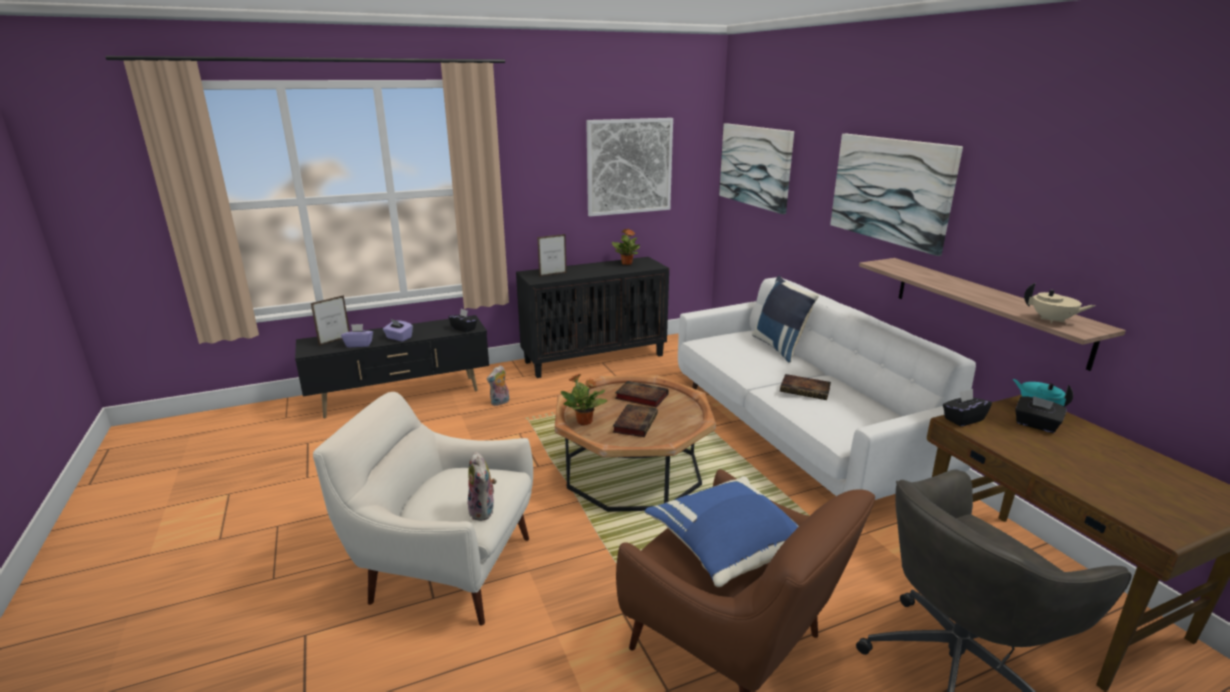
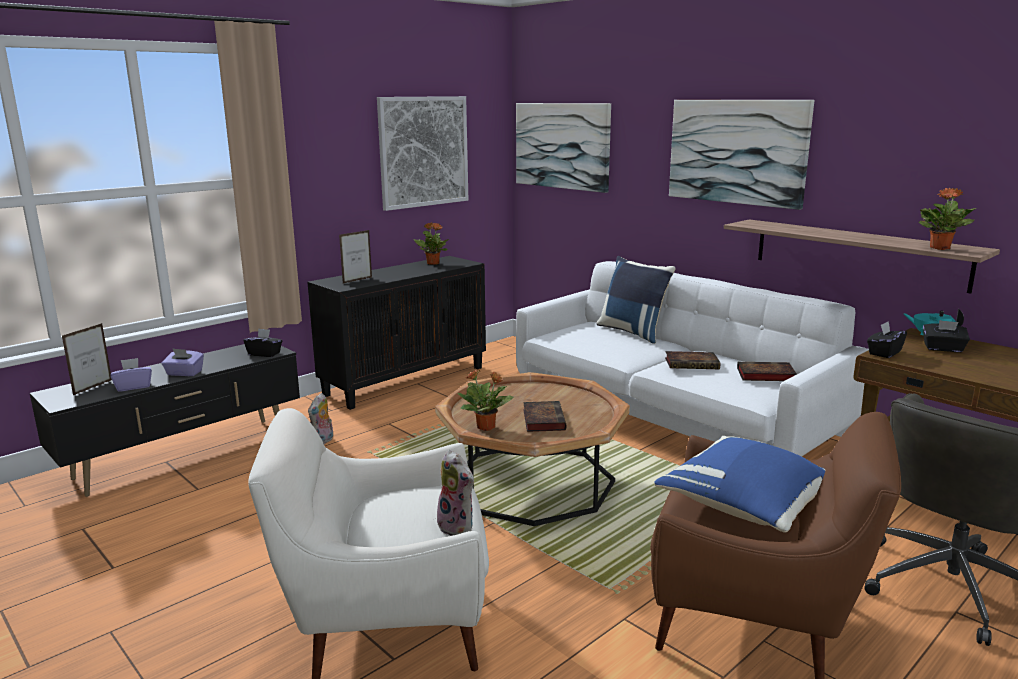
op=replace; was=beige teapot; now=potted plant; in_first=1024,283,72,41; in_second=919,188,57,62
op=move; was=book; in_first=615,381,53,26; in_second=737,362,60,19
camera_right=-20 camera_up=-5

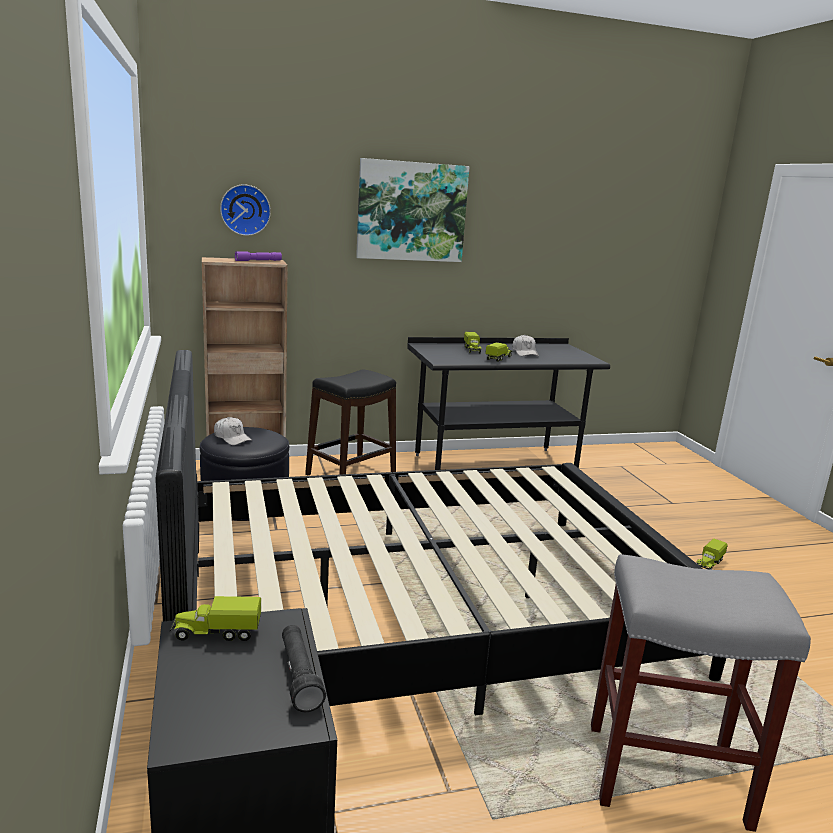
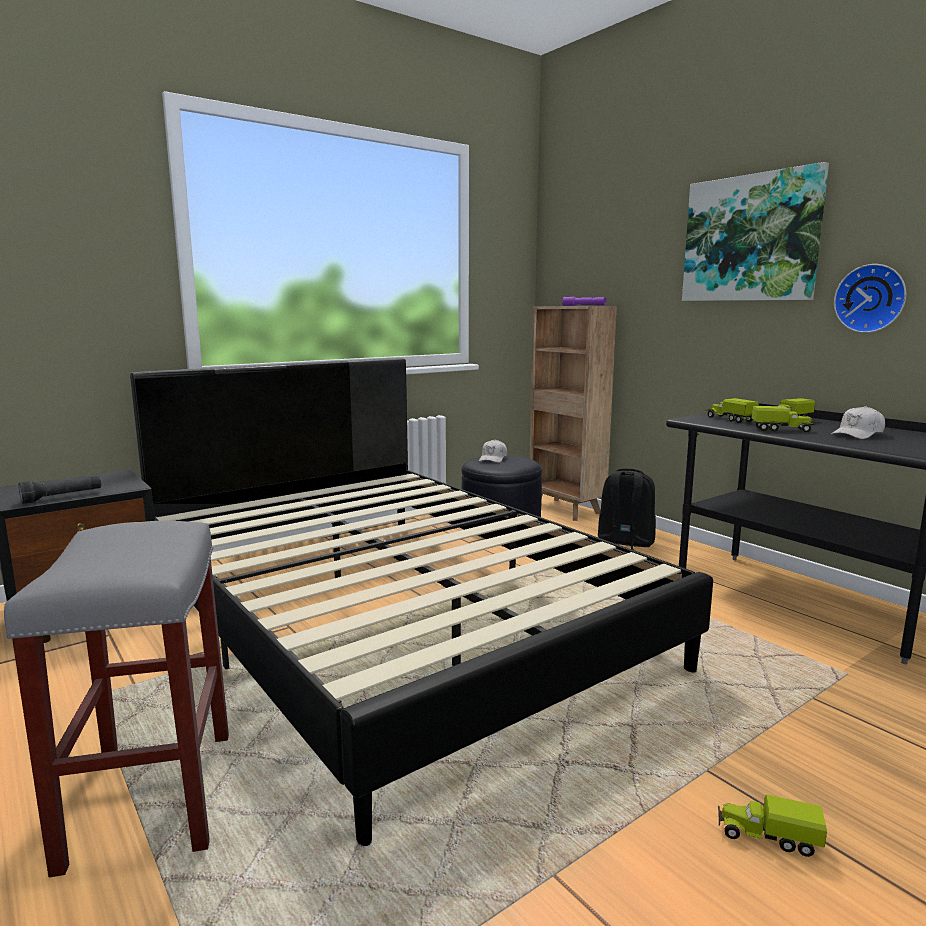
op=move; was=wall clock; in_first=220,184,51,52; in_second=834,264,72,69
op=replace; was=black stool; now=black backpack; in_first=305,369,91,107; in_second=598,468,58,82
op=move; was=toy truck; in_first=170,596,91,45; in_second=706,398,53,25
camera_right=70 camera_up=-5

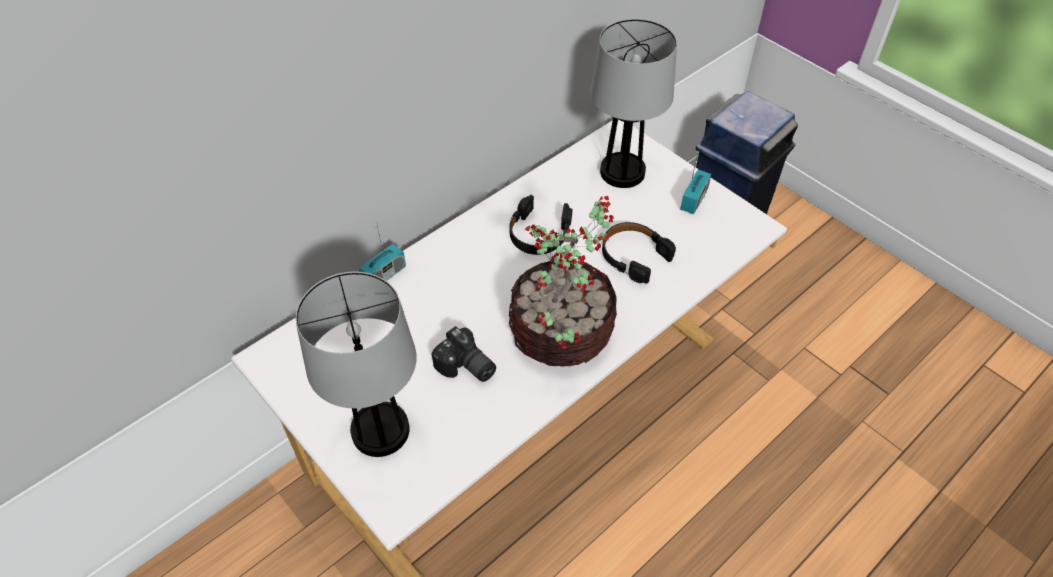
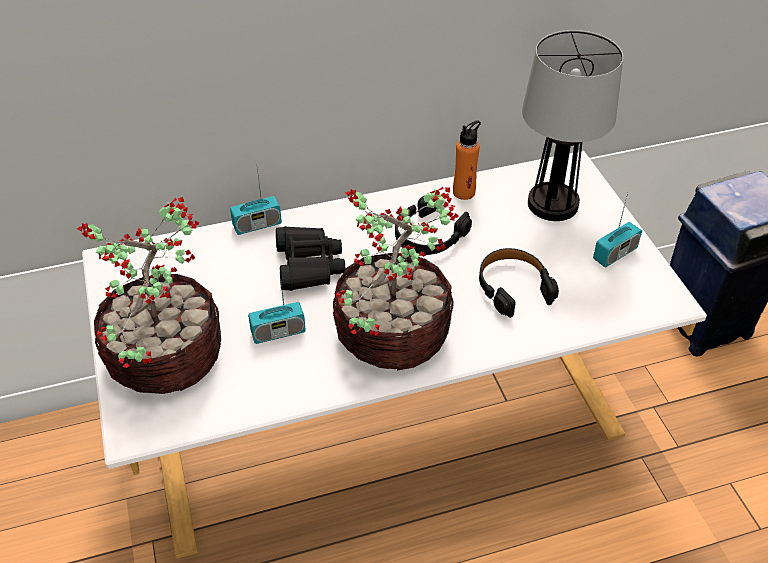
op=replace; was=table lamp; now=potted plant; in_first=296,271,121,186; in_second=77,197,144,197
op=replace; was=photo camera; now=radio; in_first=432,326,64,56; in_second=248,268,58,76
op=insert; now=orange bottle; in_second=453,120,28,80
op=insert; now=black binoculars; in_second=276,226,69,65
camera_right=25 camera_up=-5

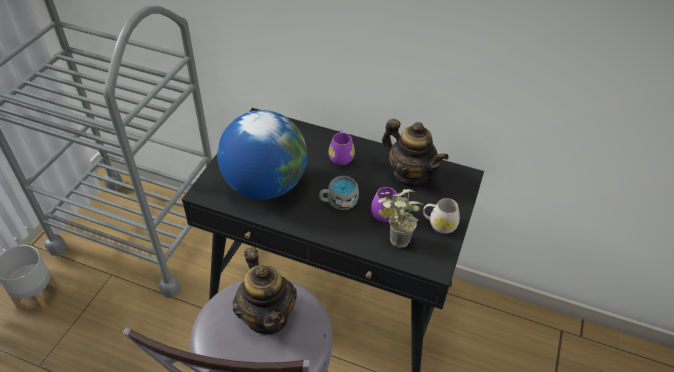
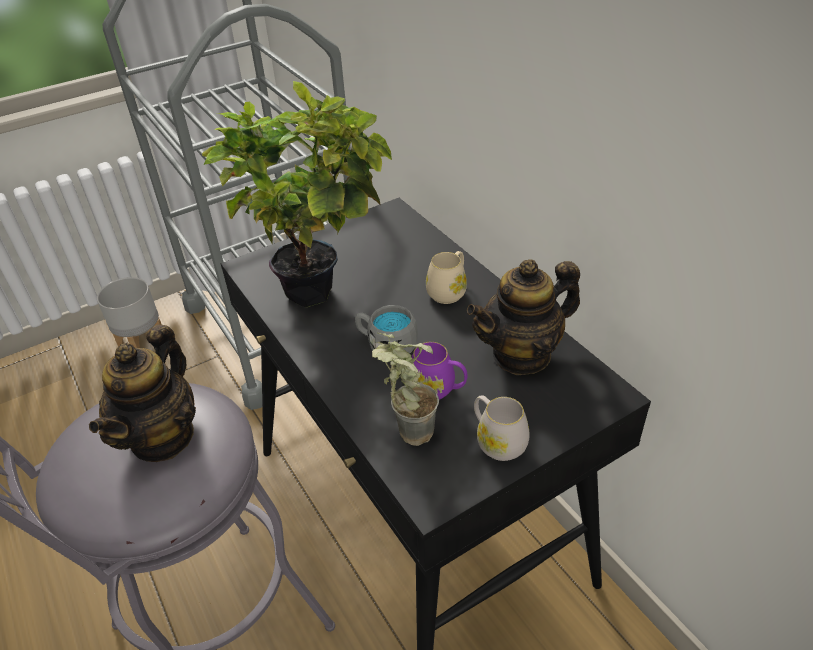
op=replace; was=globe; now=potted plant; in_first=217,110,90,90; in_second=202,81,190,226
op=rotate; was=teapot; in_first=382,119,67,67; in_second=467,259,113,116; clockwise=75
op=recolor; was=purple mug; now=beige mug; in_first=329,130,26,35; in_second=426,251,41,53
camera_right=40 camera_up=-5

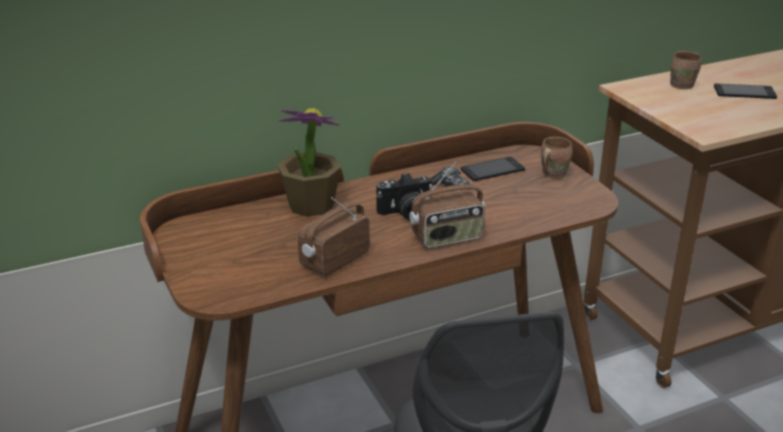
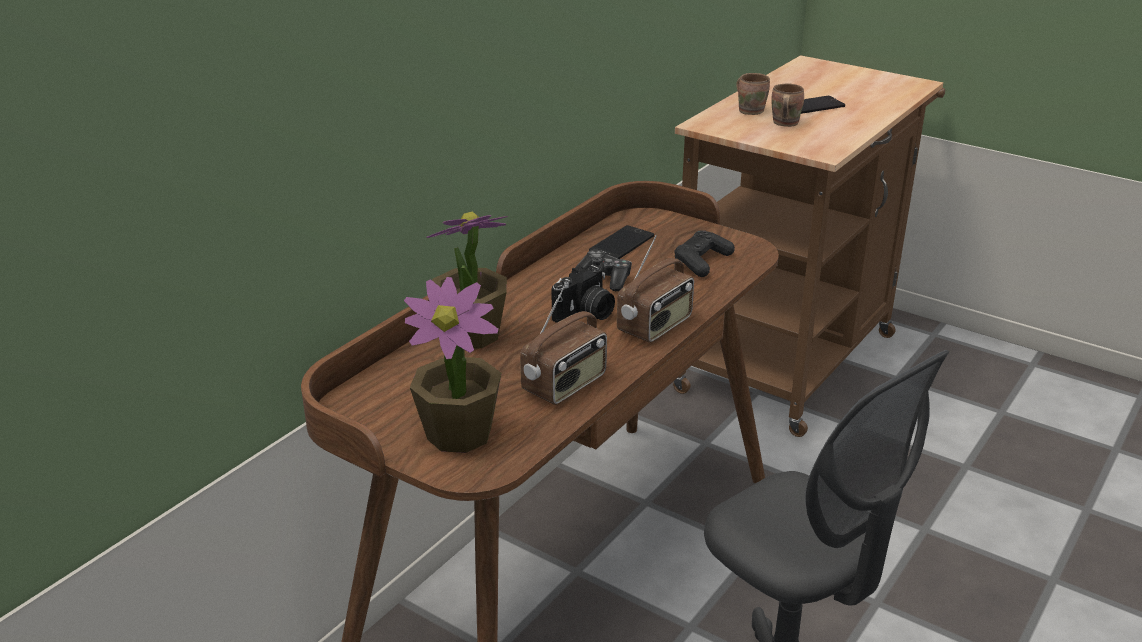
op=move; was=brown mug; in_first=541,137,31,42; in_second=771,84,33,43
op=rotate; was=radio; in_first=298,197,72,79; in_second=520,287,87,118; clockwise=-150
op=insert; now=black game controller; in_second=675,230,60,47
op=insert; now=potted plant; in_second=404,277,98,176
camera_right=-30 camera_up=0

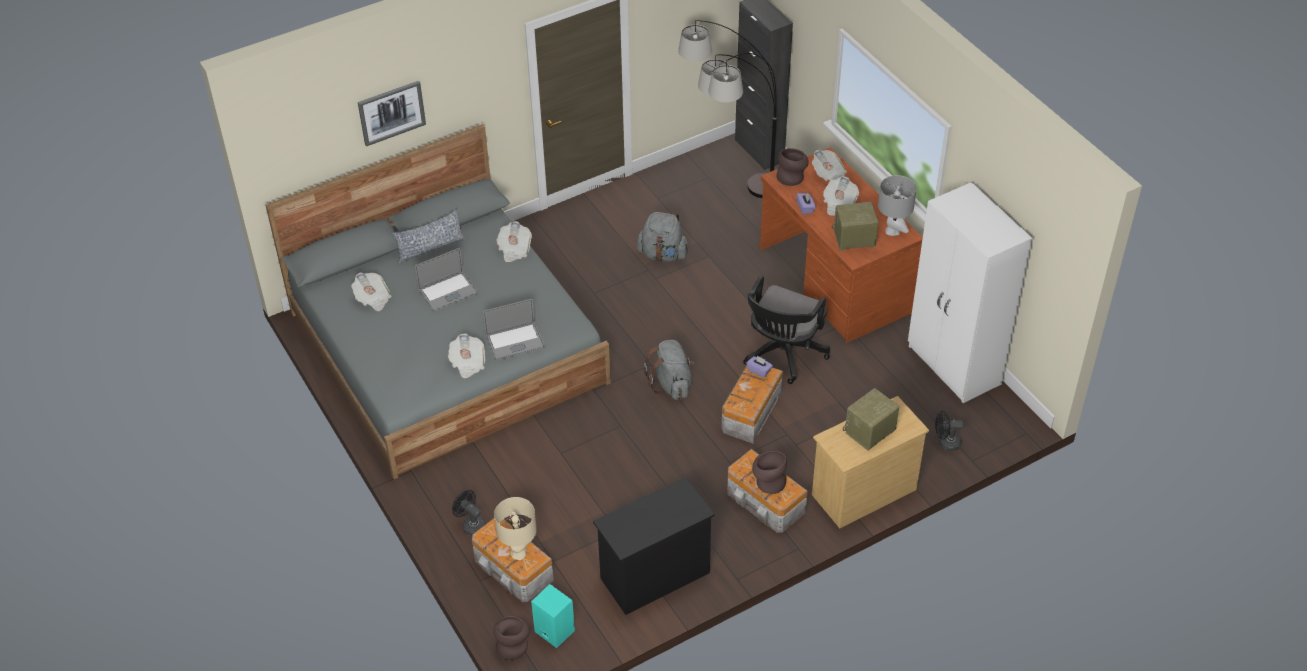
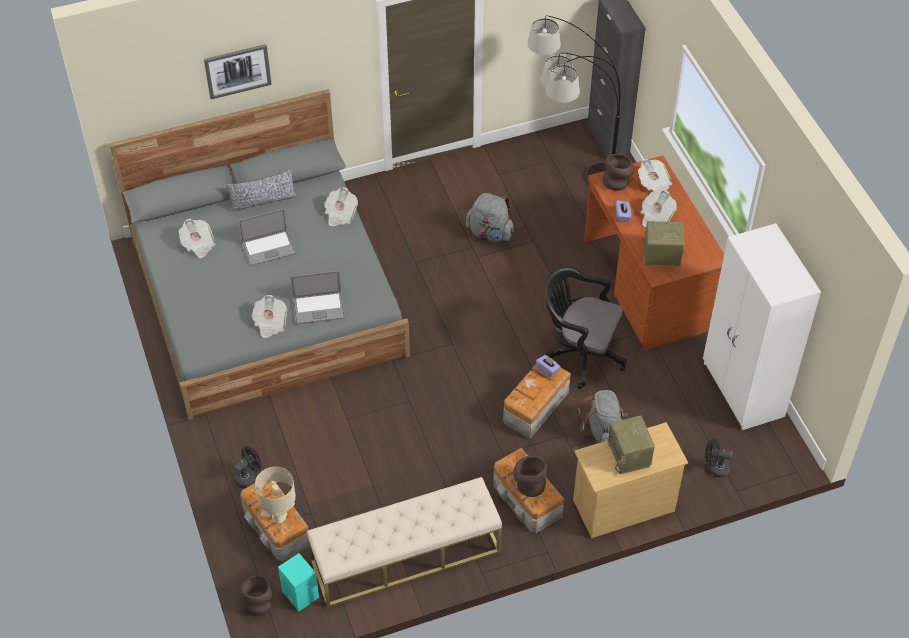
op=delete; was=grey table lamp; in_first=878,175,39,61
op=rotate; was=black office chair; in_first=743,275,87,109; in_second=543,266,84,123; clockwise=75
op=move; was=grey backpack; in_first=644,340,50,60; in_second=578,390,50,53
op=rotate; was=radio; in_first=843,388,56,63; in_second=608,415,47,59; clockwise=-75
op=replace; was=black dresser; now=beige bench; in_first=593,477,122,138; in_second=307,477,195,130
op=rotate; was=black fan; in_first=452,490,34,46; in_second=233,446,28,42; clockwise=90
camera_right=10 camera_up=5

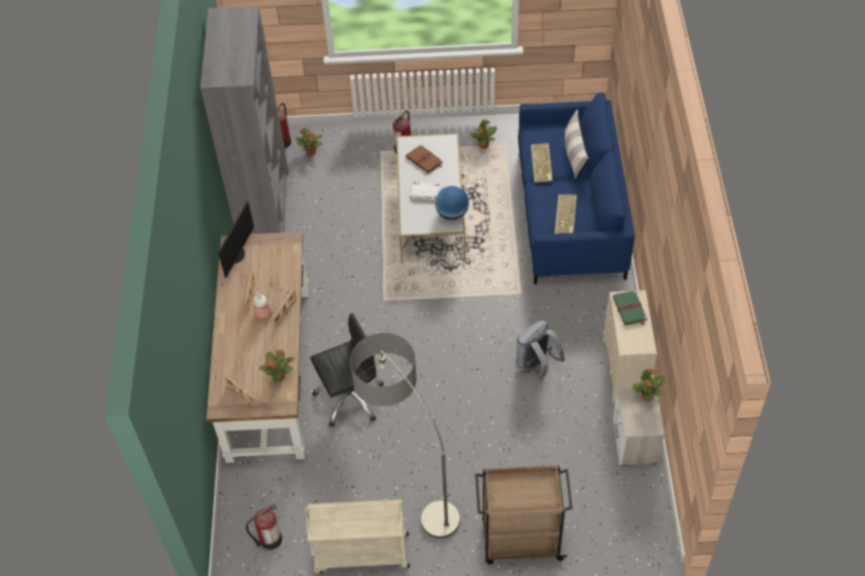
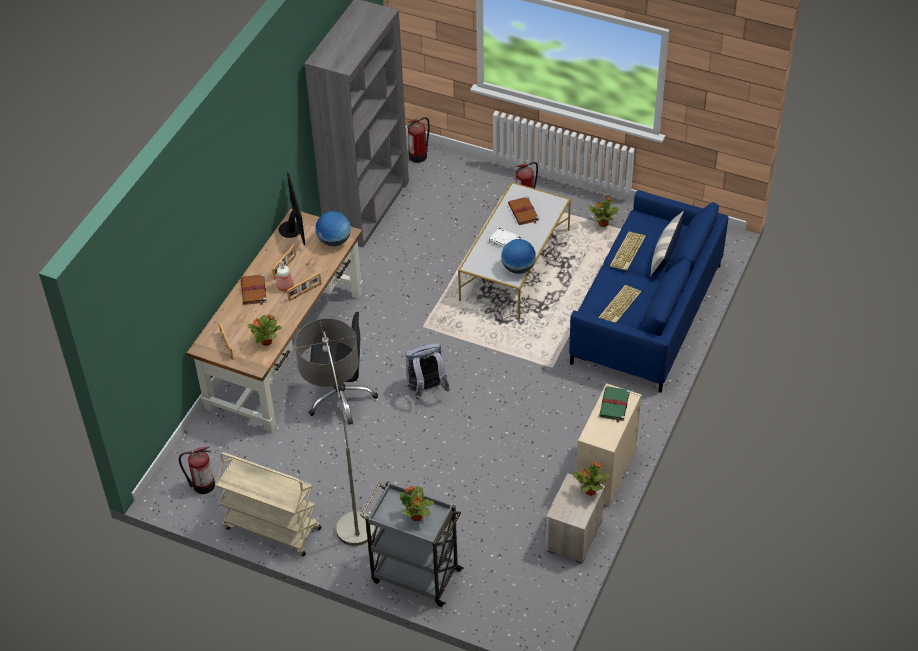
op=move; was=potted plant; in_first=295,128,28,28; in_second=400,486,34,35
op=rotate; was=monitor; in_first=218,201,36,77; in_second=278,173,27,72; clockwise=-60
op=move; was=grey backpack; in_first=516,320,49,60; in_second=405,343,45,57
op=recolor; was=brown cart; now=grey cart; in_first=475,465,97,99; in_second=360,481,104,126
op=insert; now=globe; in_second=315,211,36,36
op=insert; now=brown book; in_second=241,274,26,31
camera_right=25 camera_up=-5

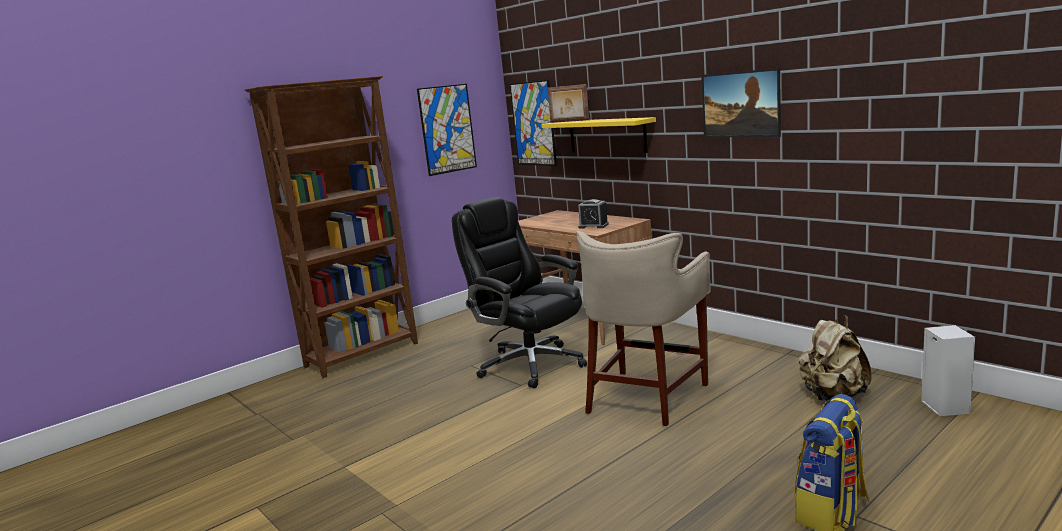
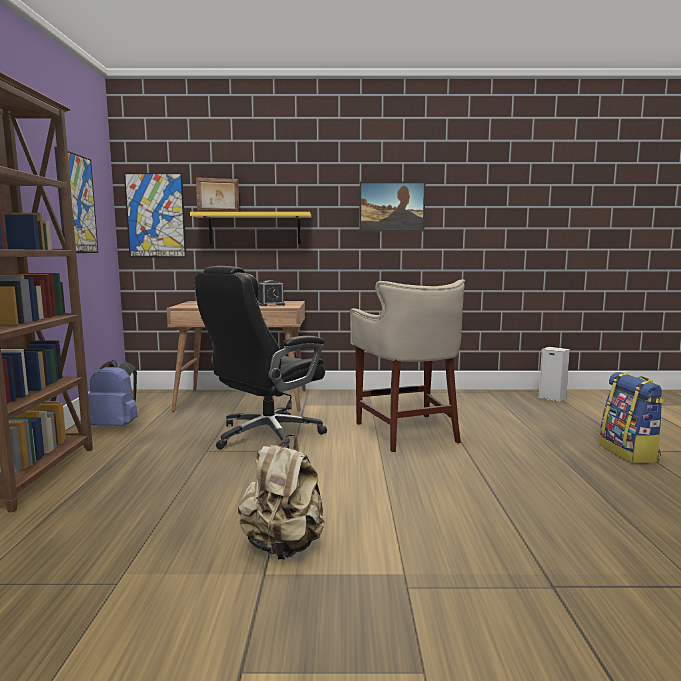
op=rotate; was=black office chair; in_first=452,197,135,191; in_second=195,266,132,183; clockwise=-45
op=move; was=beige backpack; in_first=799,315,73,86; in_second=238,434,87,126
op=insert; now=blue backpack; in_second=88,360,50,66
camera_right=-50 camera_up=-5

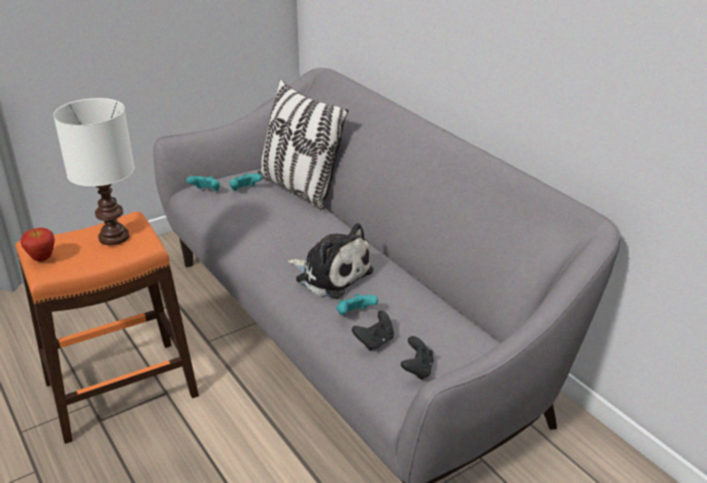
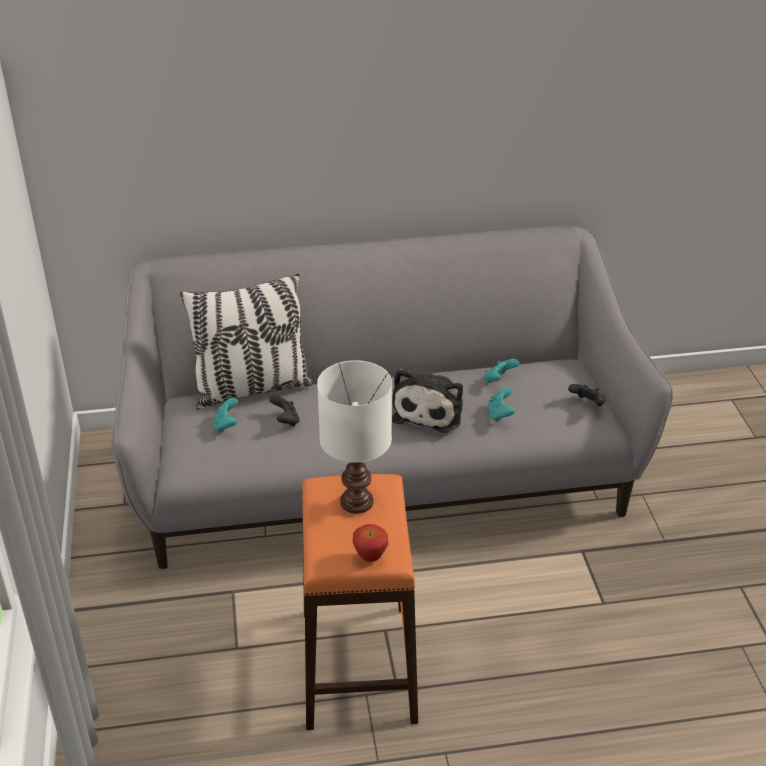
op=move; was=turquoise game controller; in_first=187,176,33,15; in_second=484,359,35,24
op=rotate; was=plush toy; in_first=287,223,86,75; in_second=392,369,71,64; clockwise=135
op=move; was=black game controller; in_first=352,311,42,40; in_second=269,395,31,32
camera_right=-65 camera_up=5

